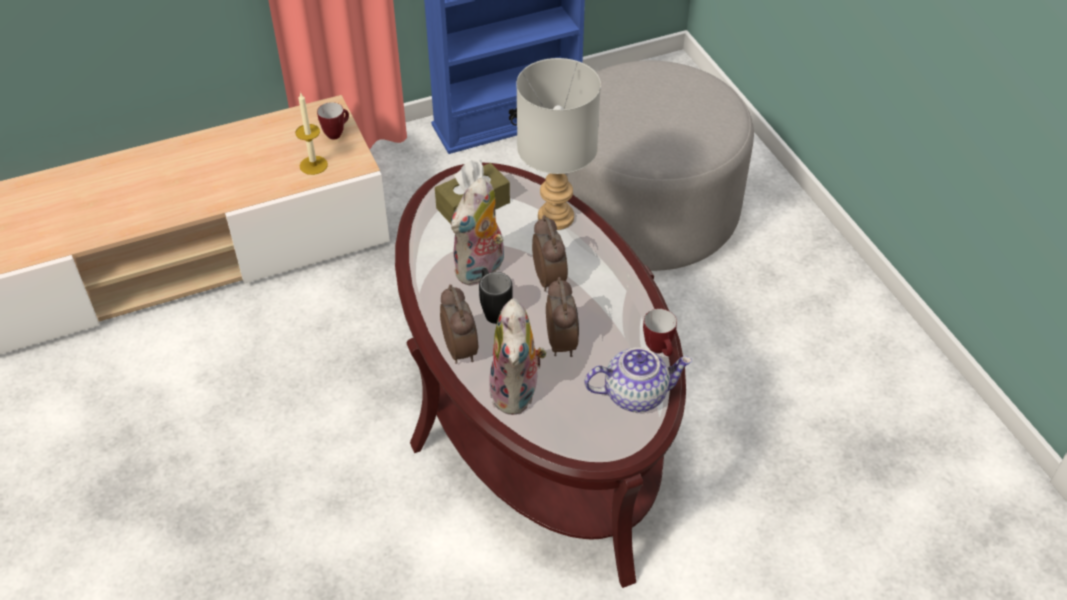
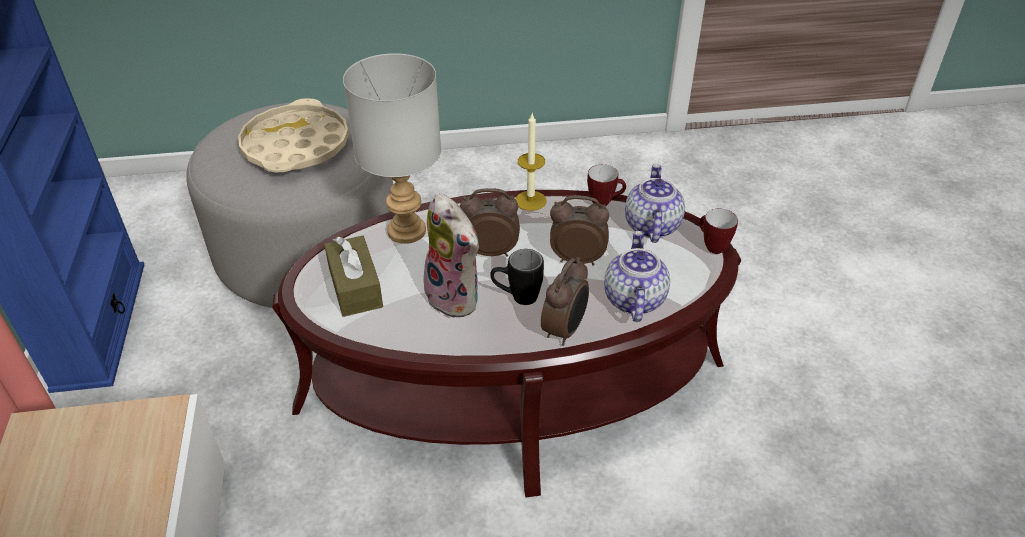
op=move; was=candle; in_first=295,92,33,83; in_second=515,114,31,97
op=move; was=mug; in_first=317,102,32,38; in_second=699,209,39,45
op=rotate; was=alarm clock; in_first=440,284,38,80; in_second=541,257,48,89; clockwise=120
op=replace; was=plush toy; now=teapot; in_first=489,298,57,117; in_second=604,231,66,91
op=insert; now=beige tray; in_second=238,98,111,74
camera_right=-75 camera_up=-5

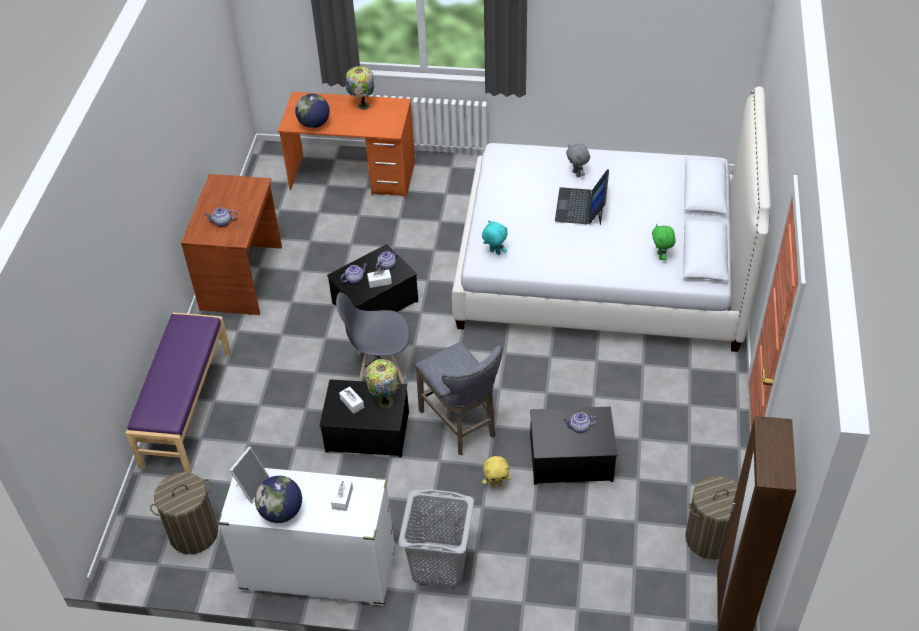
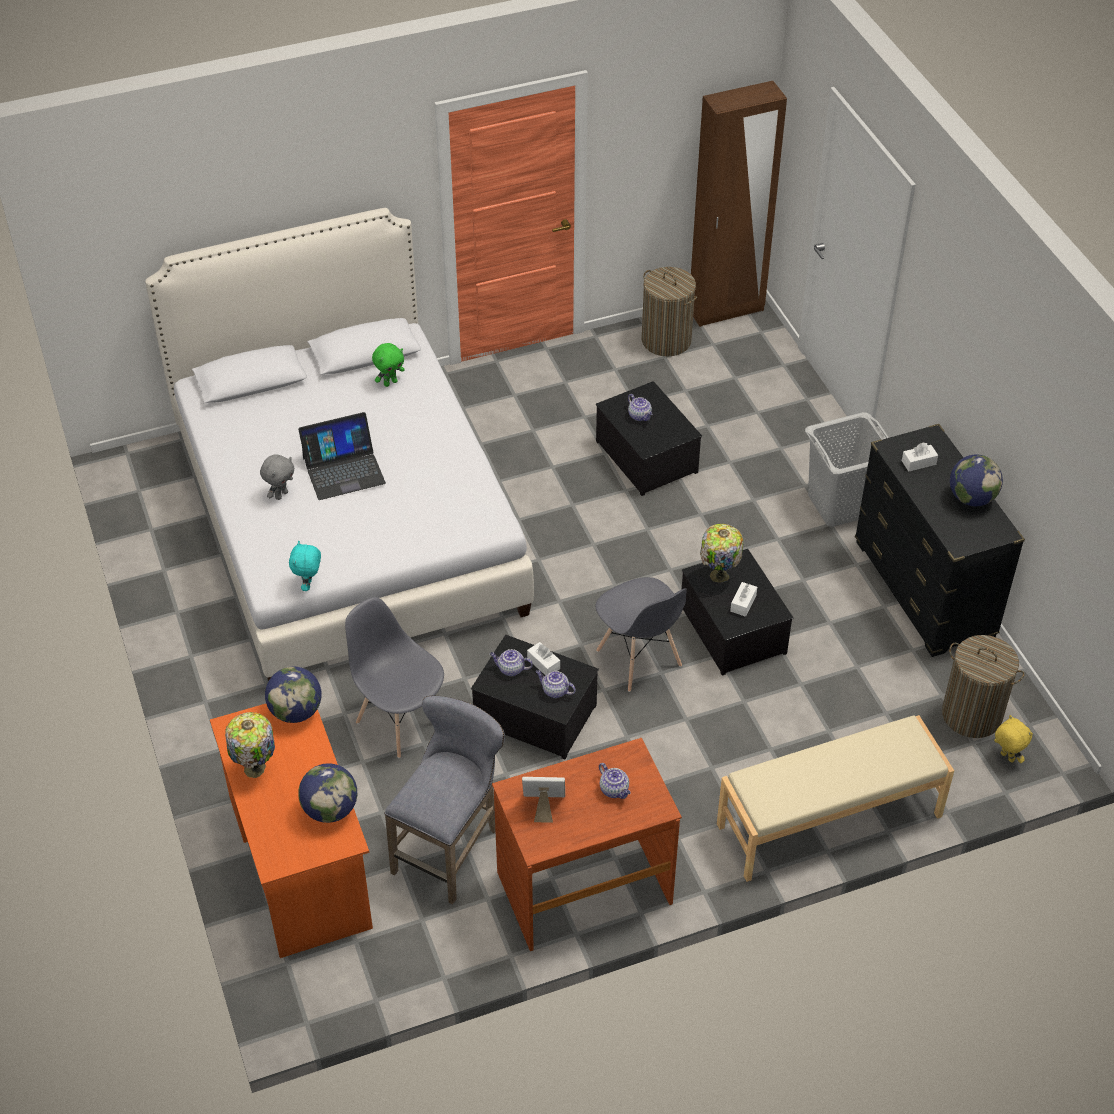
op=move; was=turquoise plush toy; in_first=482,220,26,35; in_second=289,541,32,50
op=recolor; was=purple bench; now=beige bench; in_first=126,313,105,160; in_second=717,715,237,167
op=move; was=grey stool; in_first=415,342,88,113; in_second=384,696,121,208
op=move; was=picture frame; in_first=229,446,41,57; in_second=522,777,43,46
op=move; was=yellow plush toy; in_first=482,456,29,32; in_second=994,715,39,48
op=recolor; was=white dresser; now=black dresser; in_first=218,468,177,138; in_second=855,424,170,233
op=insert; now=grey chair; in_second=345,597,99,161
op=insert; now=globe; in_second=265,667,57,56
camera_right=-120 camera_up=0

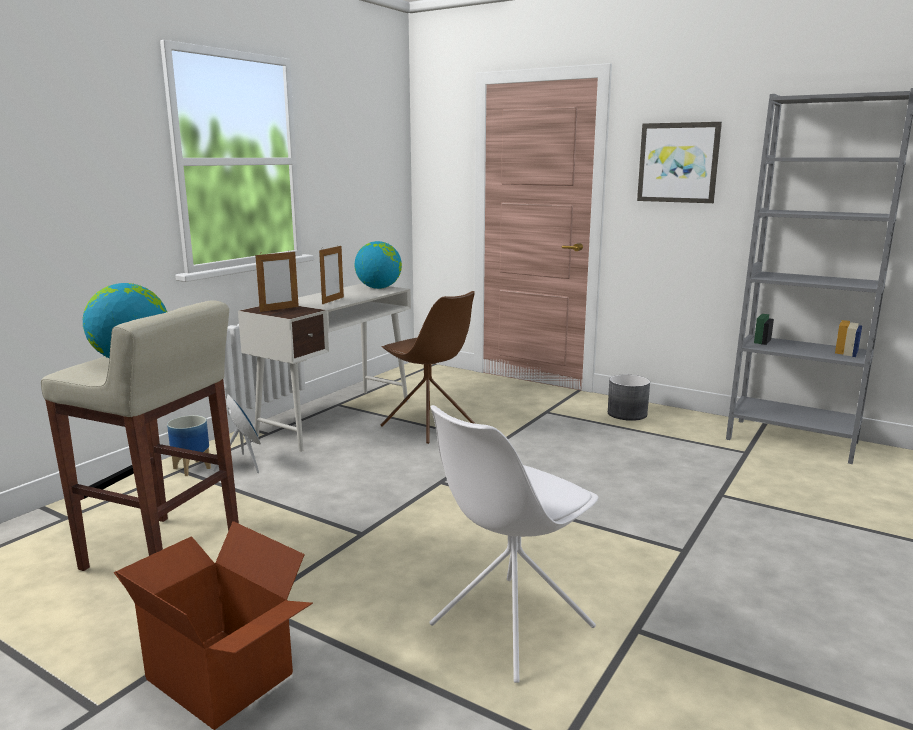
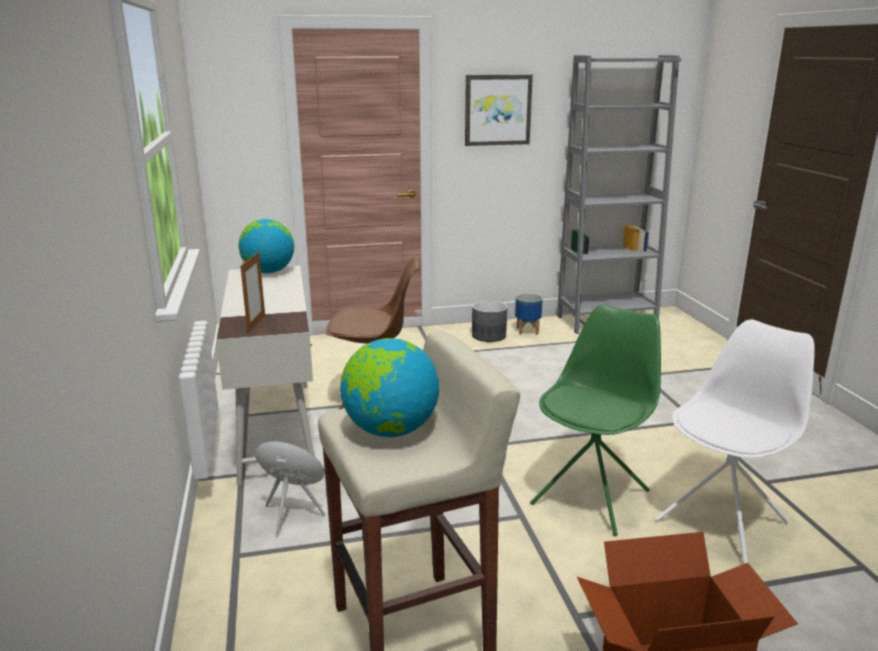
op=delete; was=picture frame; in_first=319,246,25,58
op=rotate; was=white chair; in_first=429,405,169,278; in_second=655,319,160,245; clockwise=-135
op=move; was=planter; in_first=167,415,44,61; in_second=515,293,28,42
op=insert; now=green chair; in_second=530,304,131,232
camera_right=-45 camera_up=5

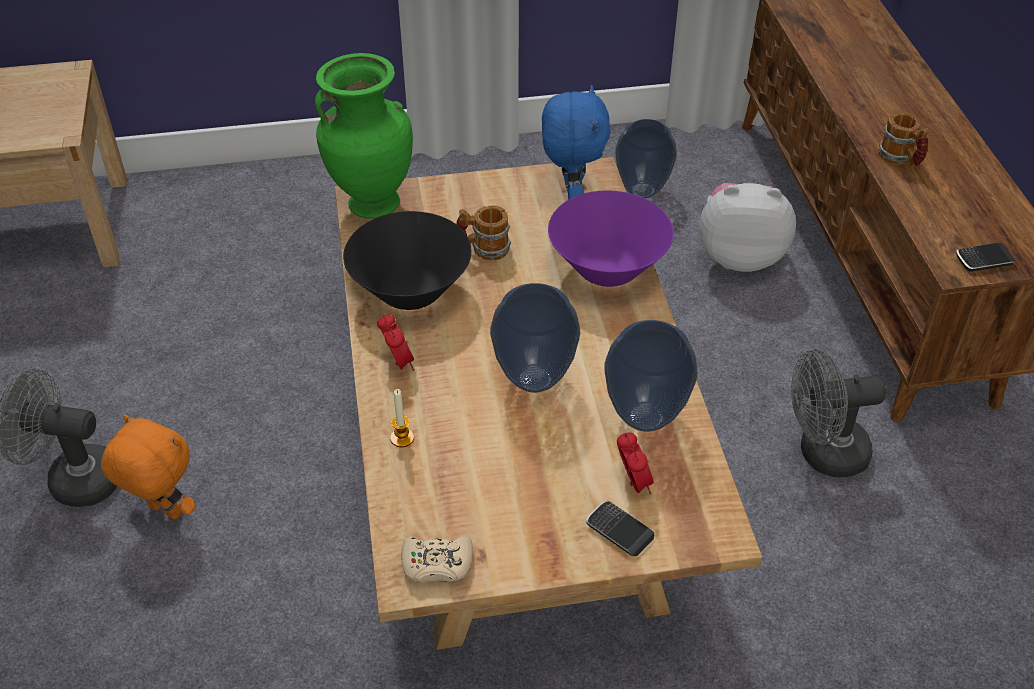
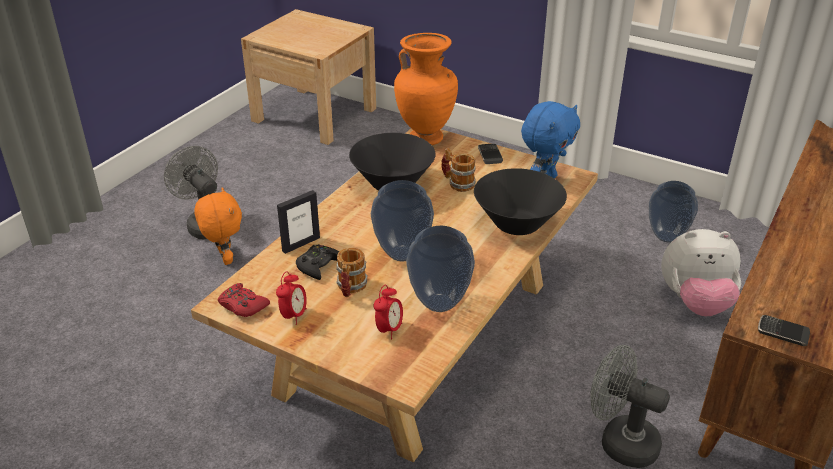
op=recolor; was=green vase; now=orange vase; in_first=315,53,98,166; in_second=394,33,64,112
op=move; was=mug; in_first=878,112,51,56; in_second=336,248,32,49
op=rotate; was=plush toy; in_first=699,183,97,89; in_second=661,229,80,87; clockwise=135
op=recolor; was=purple bowl; now=black bowl; in_first=548,191,126,96; in_second=474,168,93,67
op=move; was=alarm clock; in_first=377,315,37,56; in_second=276,271,31,54
op=replace; was=candle; now=picture frame; in_first=390,389,24,58; in_second=277,190,43,64
op=move; was=phone; in_first=586,501,68,55; in_second=478,144,25,20
op=recolor; was=beige game controller; now=red game controller; in_first=401,536,72,46; in_second=218,283,52,34
op=insert; now=black game controller; in_second=296,244,43,36
camera_right=40 camera_up=-10

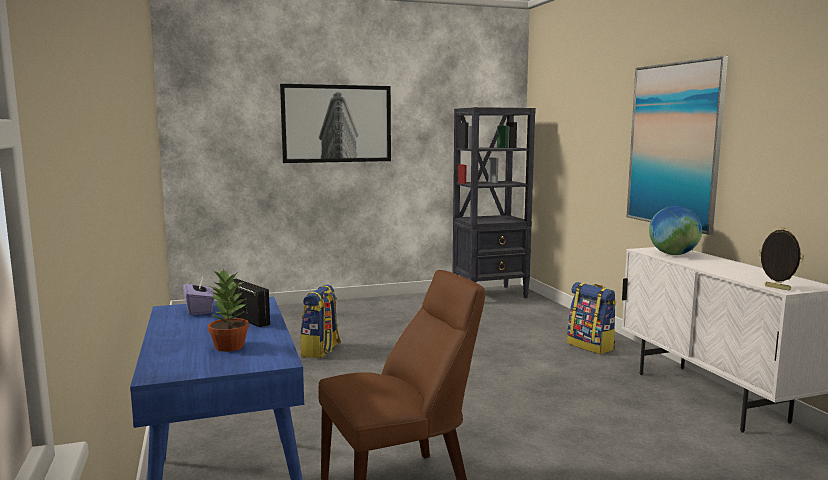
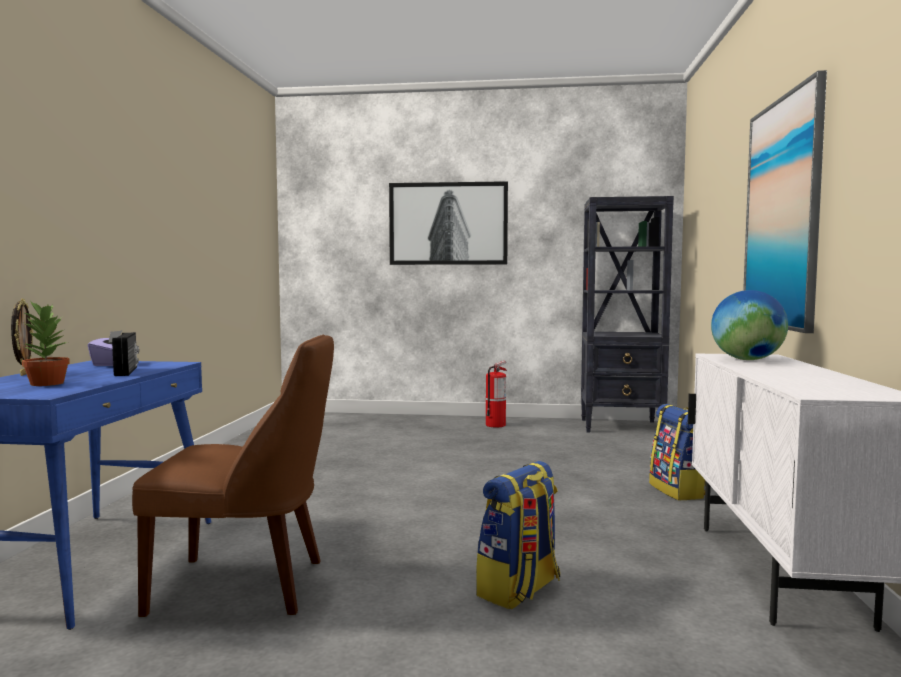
op=move; was=picture frame; in_first=759,227,45,63; in_second=11,298,22,78
op=move; was=backpack; in_first=300,285,41,73; in_second=476,461,84,149
op=insert; now=fire extinguisher; in_second=486,361,21,67
camera_right=25 camera_up=-5

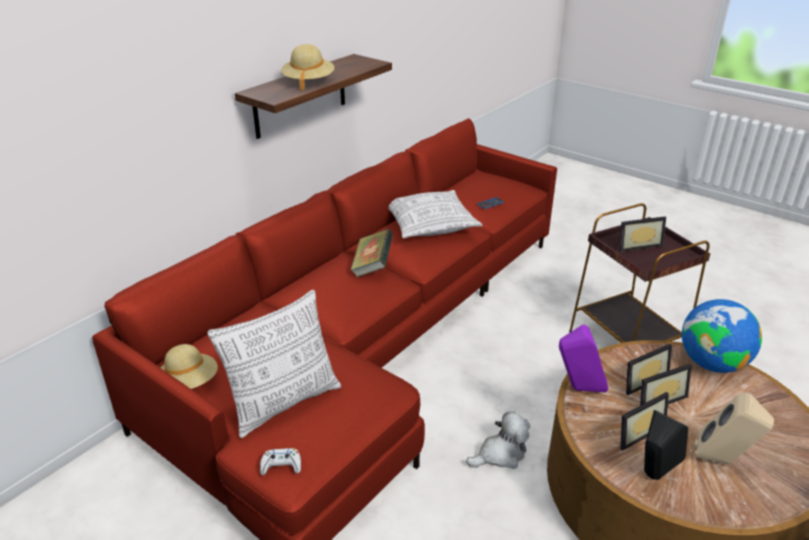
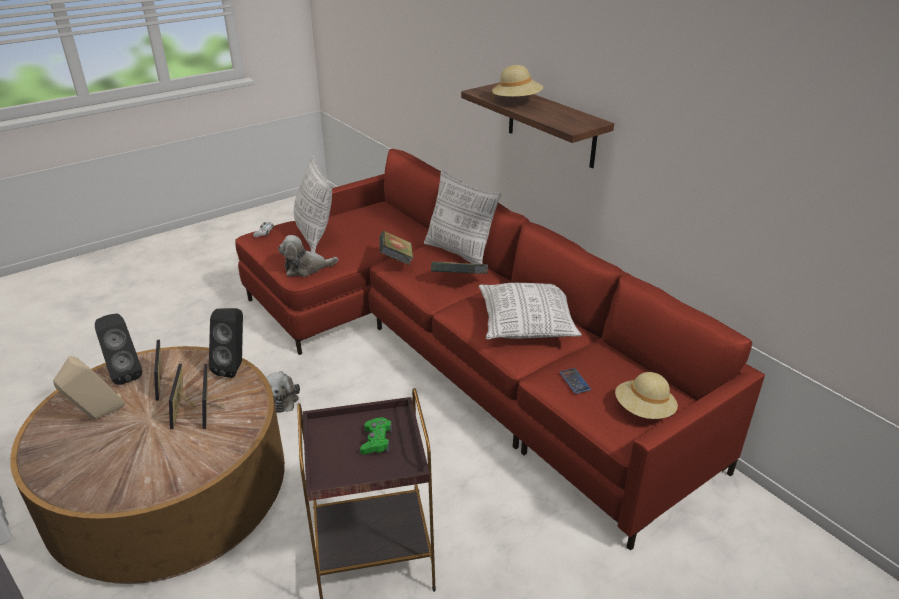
op=replace; was=picture frame; now=green game controller; in_first=619,216,47,36; in_second=360,418,32,37
op=delete; was=globe; in_first=682,299,80,74
op=recolor; was=purple speaker; now=black speaker; in_first=559,324,49,68; in_second=209,308,34,70
op=move; was=beige hat; in_first=160,344,58,45; in_second=615,372,63,47
op=insert; now=pillow; in_second=424,170,77,94
op=insert; now=book; in_second=379,231,34,34
op=insert; now=plush toy; in_second=278,235,60,42
camera_right=105 camera_up=0

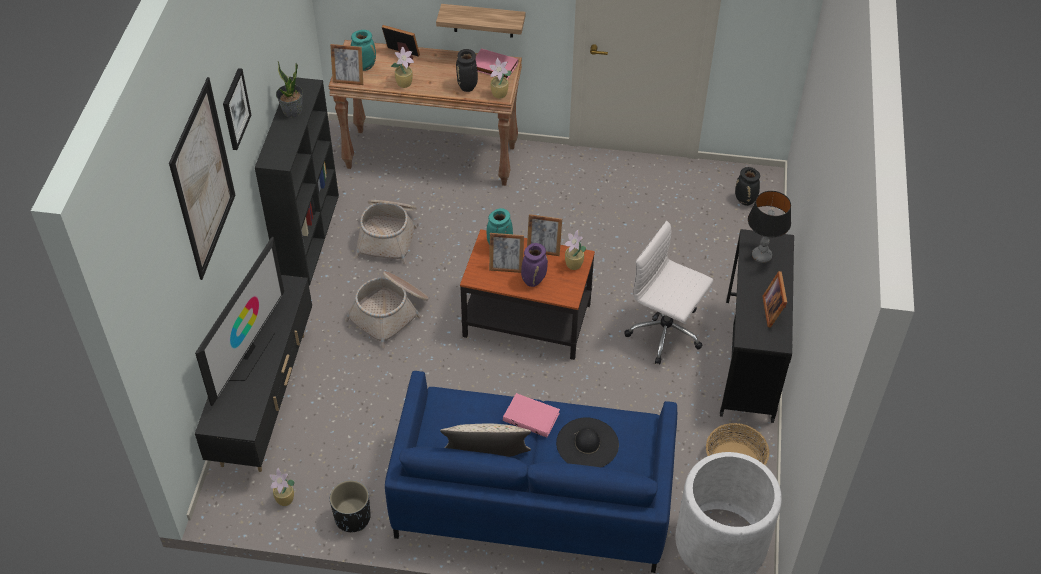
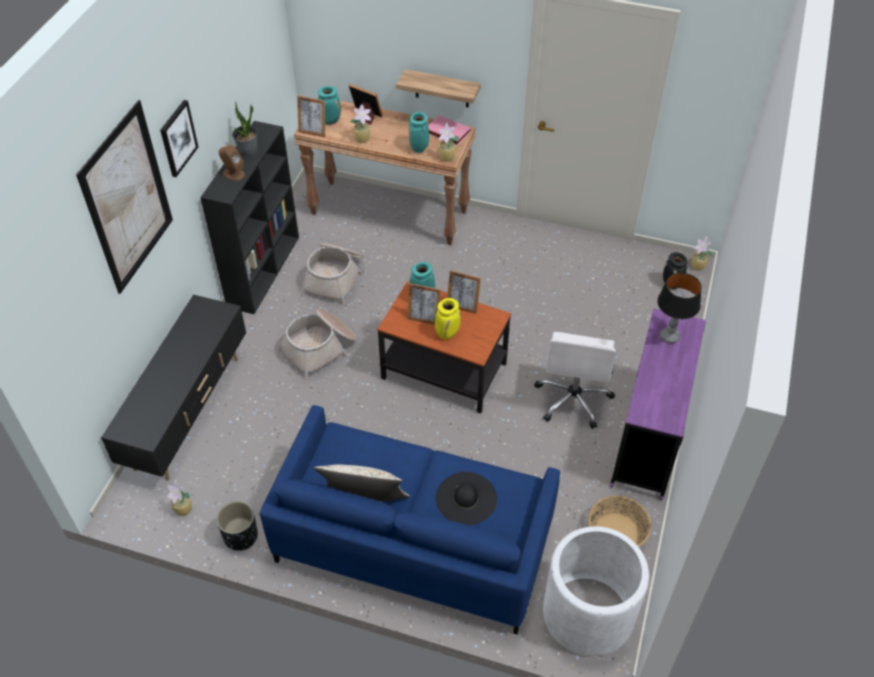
op=recolor; was=black vase; now=turquoise vase; in_first=456,49,22,43; in_second=409,112,20,41
op=rotate; was=white office chair; in_first=624,221,89,144; in_second=534,332,82,97; clockwise=-120
op=recolor; was=black desk; now=purple desk; in_first=720,229,74,194; in_second=610,308,96,193
op=move; was=potted plant; in_first=564,230,22,40; in_second=691,237,21,34
op=delete; was=television; in_first=195,237,89,169
op=recolor; was=purple vase; now=yellow vase; in_first=521,243,27,44; in_second=435,298,26,42
op=delete; was=picture frame; in_first=762,271,25,57
op=delete; was=pink book; in_first=503,393,57,44
op=insert; now=brown speaker; in_second=219,145,26,36
camera_right=10 camera_up=0

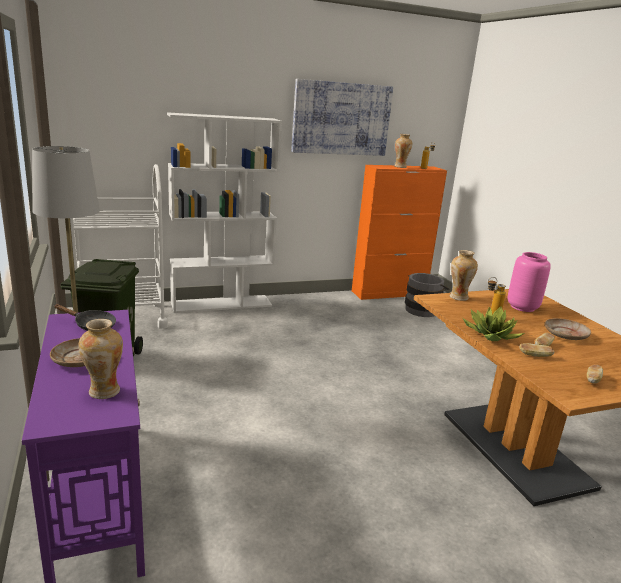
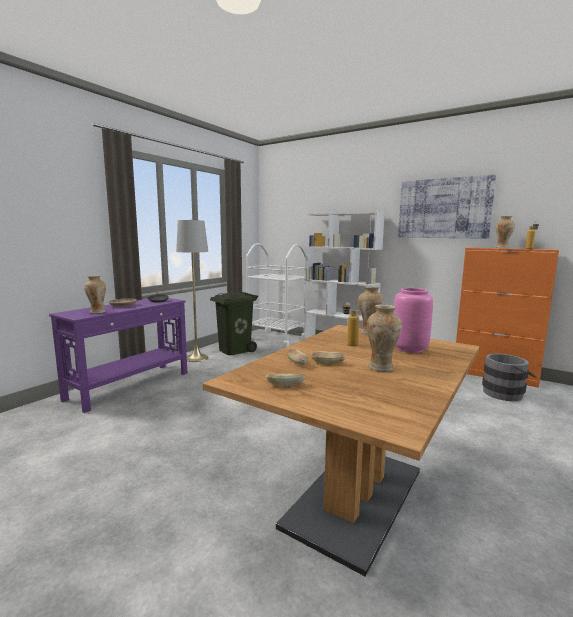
op=delete; was=potted plant; in_first=463,306,61,35
op=replace; was=beige plate; now=vase; in_first=545,318,46,22; in_second=367,304,35,68
camera_right=55 camera_up=-10

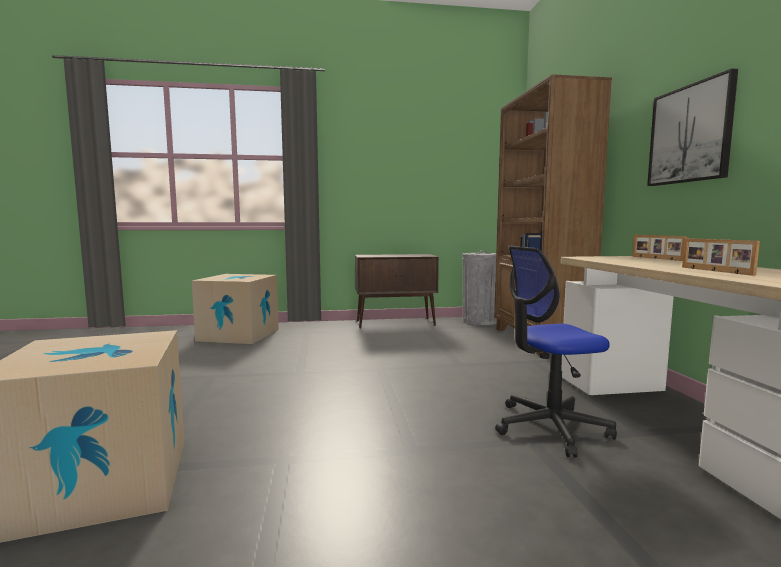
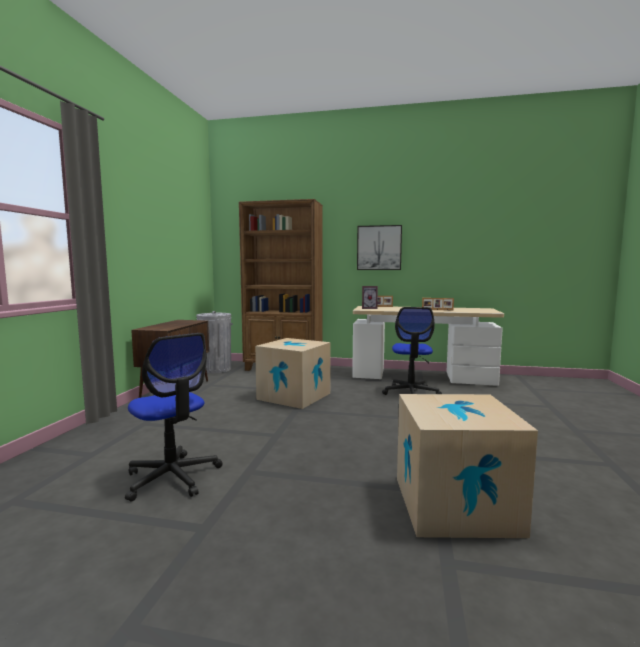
op=move; was=cardboard box; in_first=192,274,87,70; in_second=255,338,76,71
op=insert; now=picture frame; in_second=362,286,16,23
op=insert; now=office chair; in_second=125,333,98,169
camera_right=-70 camera_up=0

